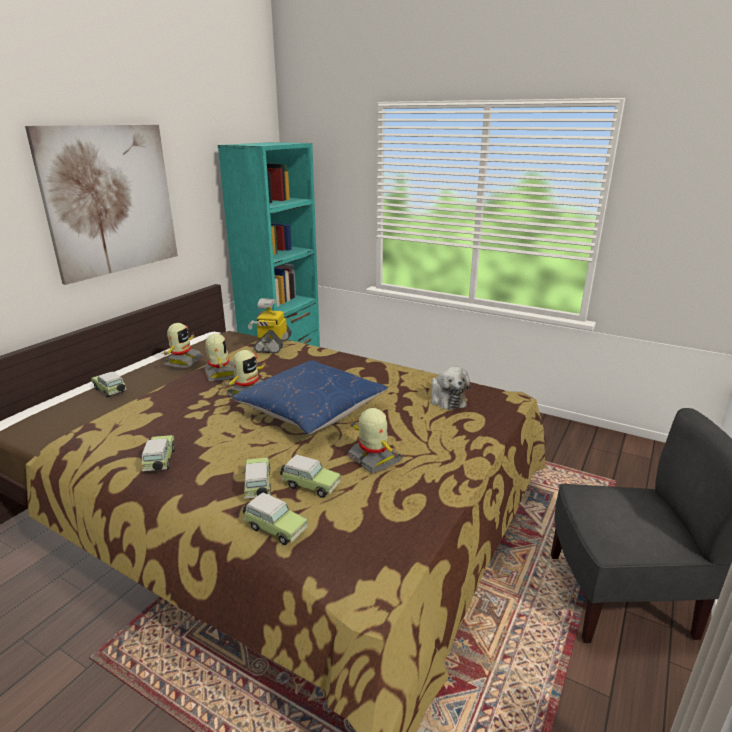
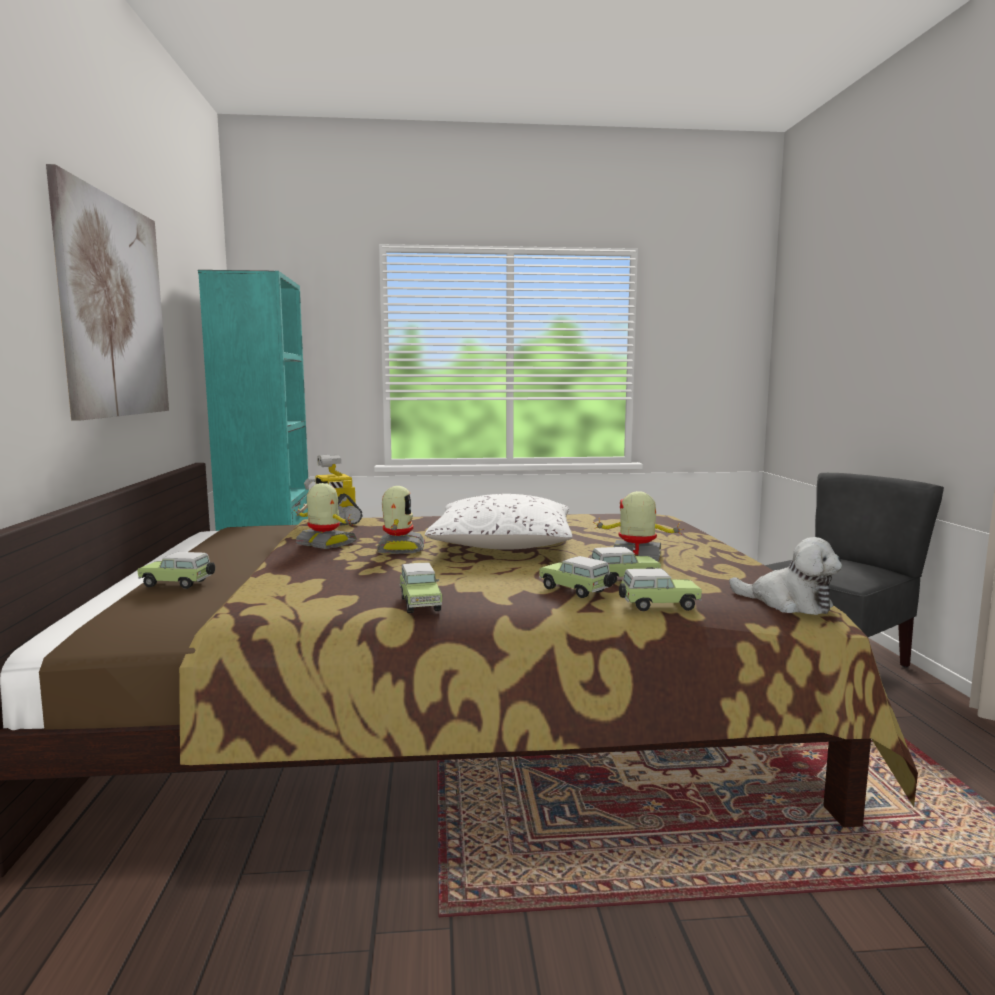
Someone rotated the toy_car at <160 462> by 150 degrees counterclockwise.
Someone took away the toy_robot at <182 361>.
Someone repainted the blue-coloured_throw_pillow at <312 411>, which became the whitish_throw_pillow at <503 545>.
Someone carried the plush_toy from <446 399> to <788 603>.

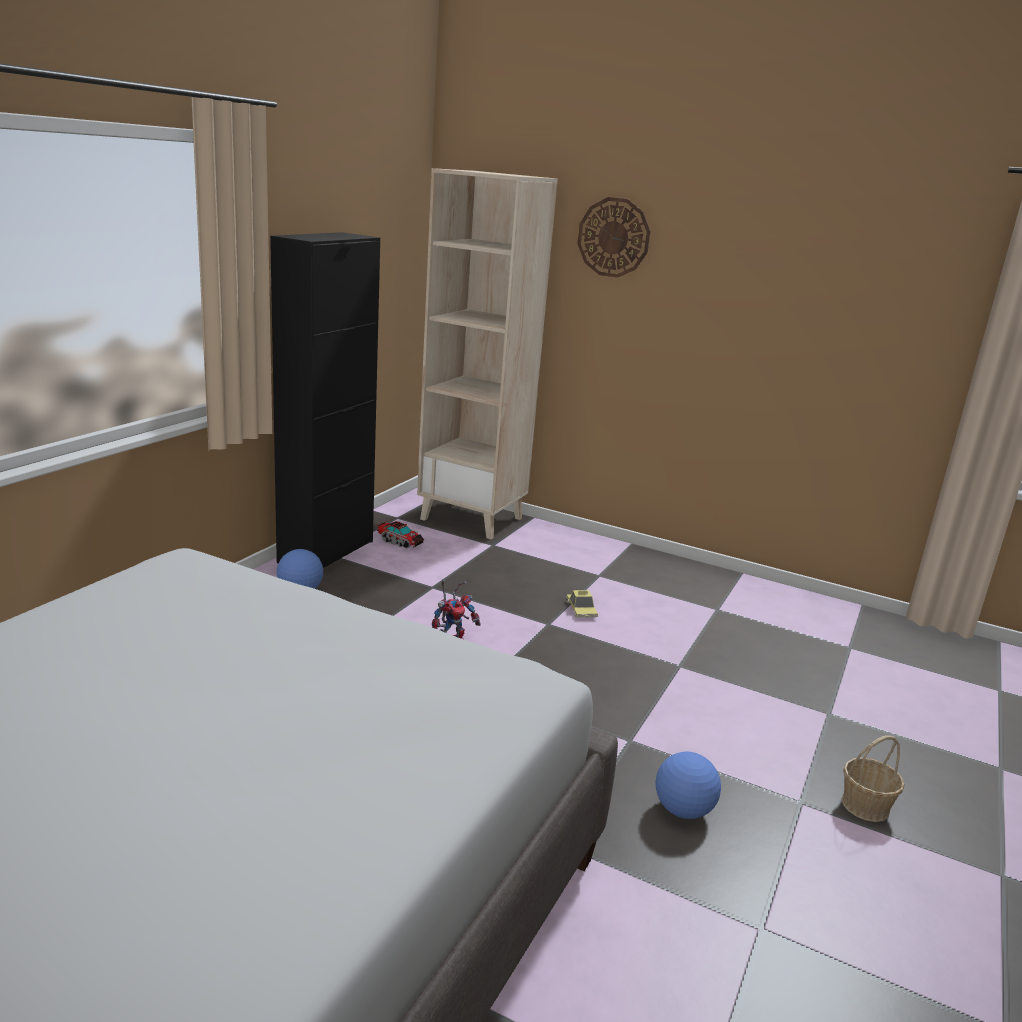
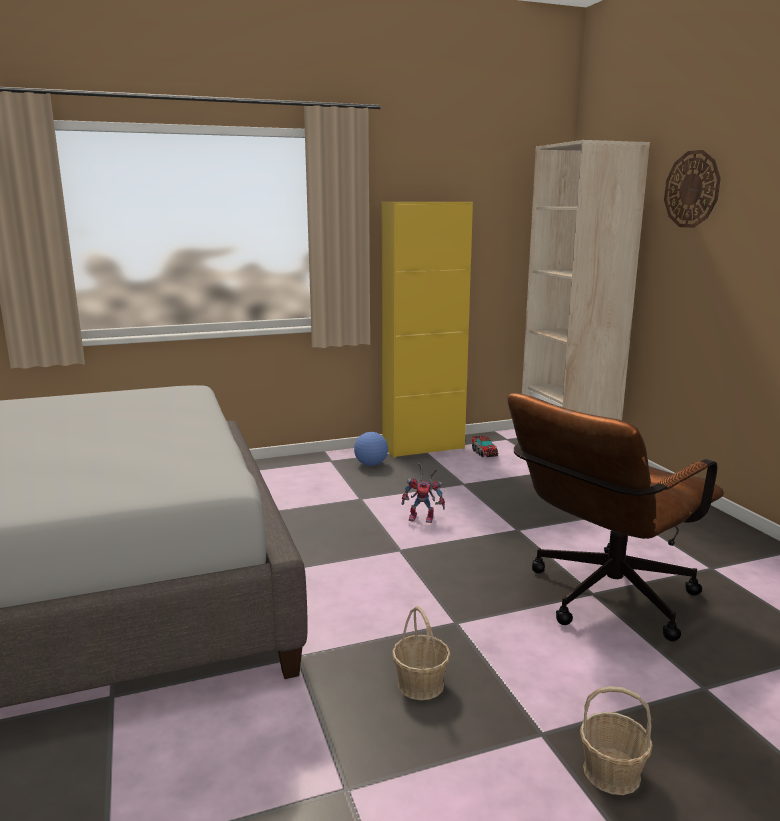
Someone repainted the black_cabinet at <326 552>, which became the yellow-coloured_cabinet at <423 447>.
Someone took away the toy_car at <581 609>.
Someone swapped the football at <683 810> for the storage_basket at <420 684>.
Someone put down the brownish_desk_chair at <602 600>.

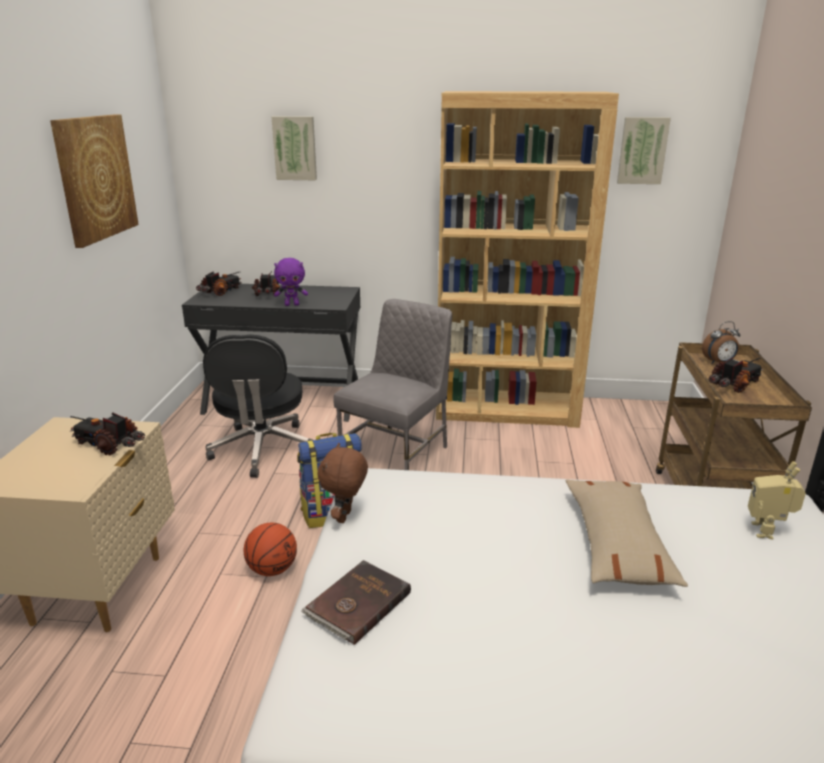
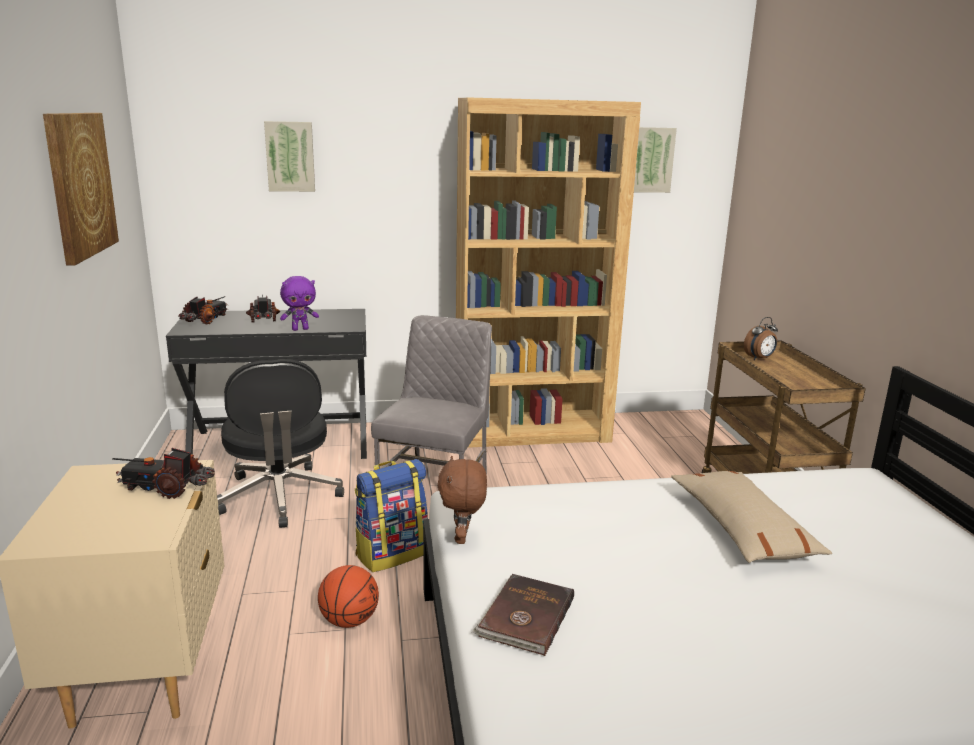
Someone took away the toy_lorry at <734 385>.
Someone took away the toy_robot at <767 531>.

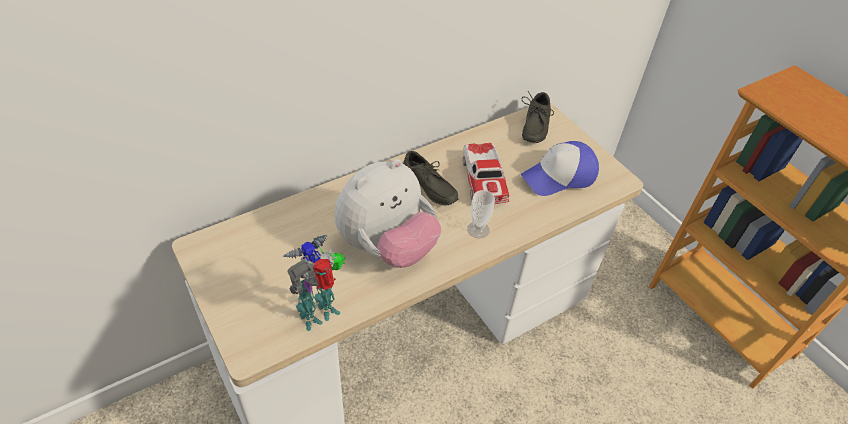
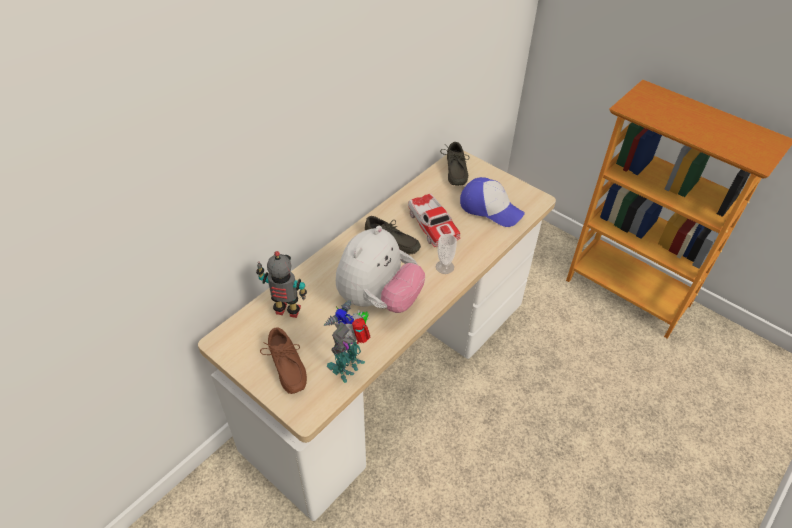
Someone rotated the cap at <559 176> by 105 degrees counterclockwise.
Someone put down the toy_robot at <287 312>.
Someone put down the brownish_shoe at <285 368>.

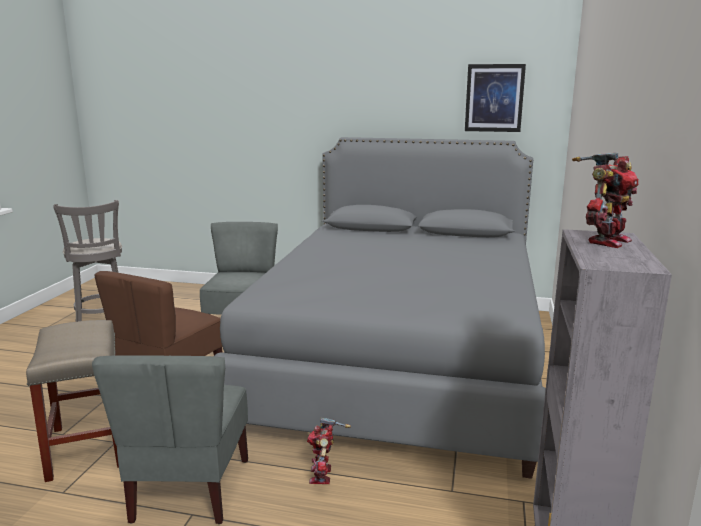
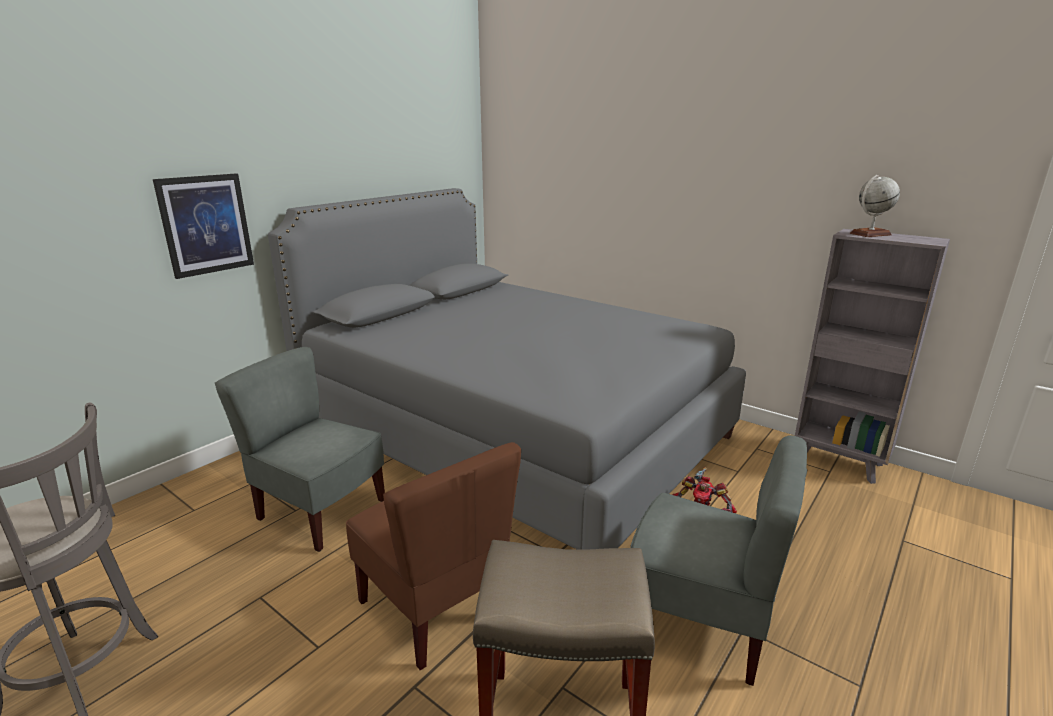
Someone carried the wall_picture from <494 98> to <206 224>.
Someone swapped the toy_robot at <605 241> for the globe at <870 234>.

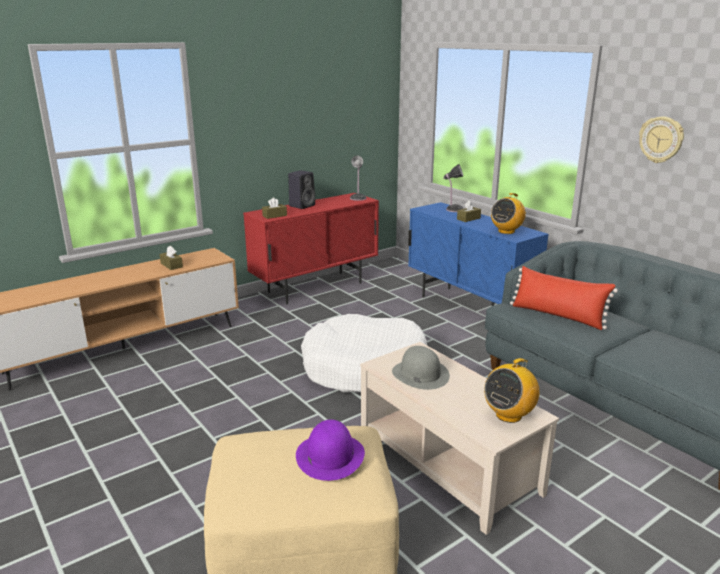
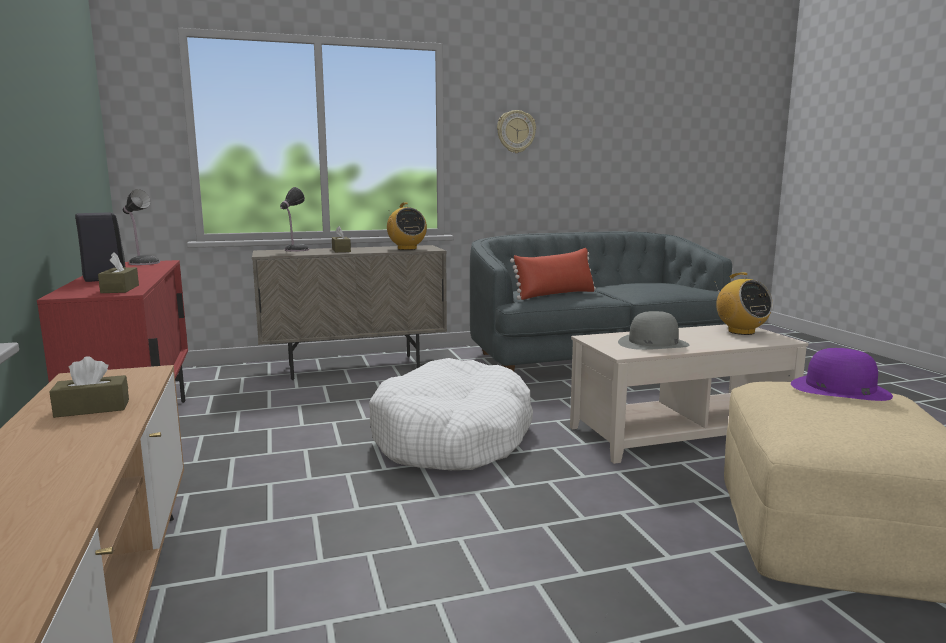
Someone repainted the blue-coloured_cabinet at <468 307>, which became the beige-coloured_cabinet at <354 367>.

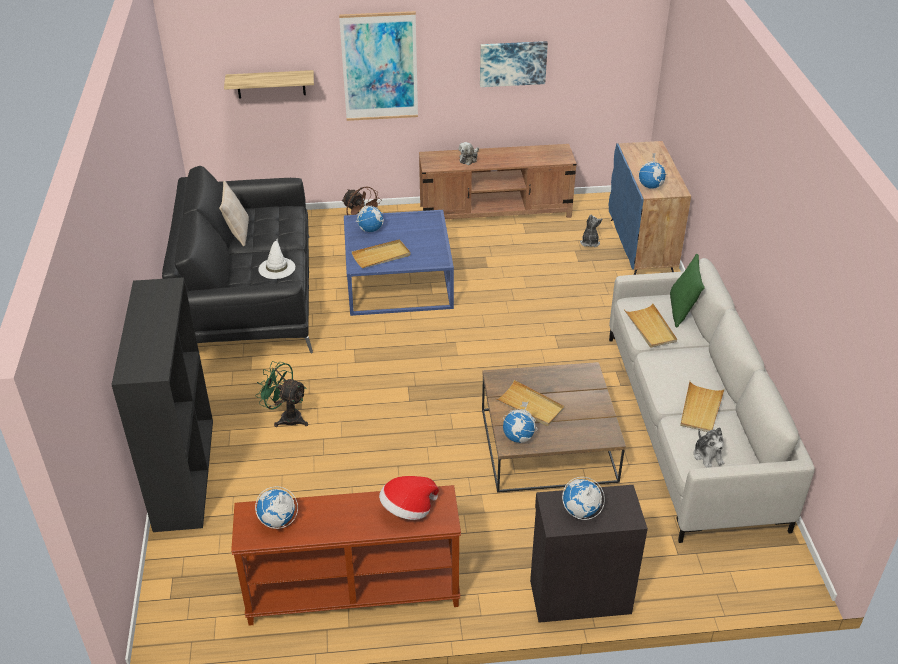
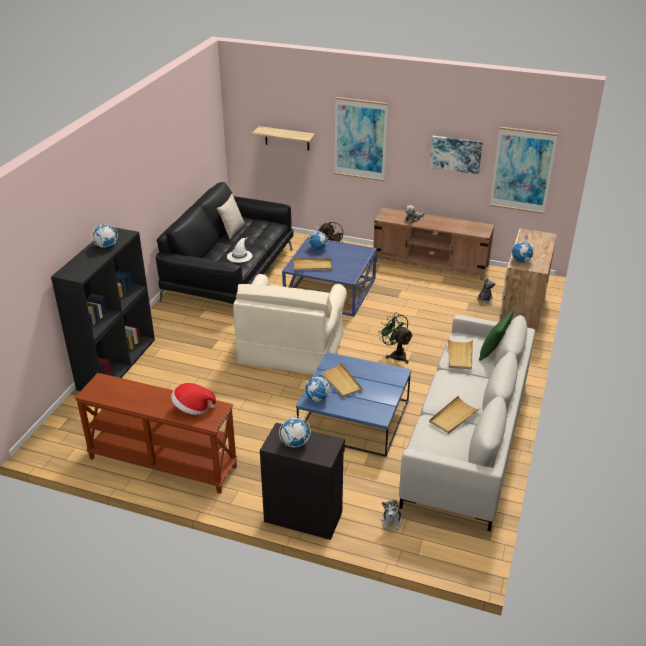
Someone carried the green_fan from <286 417> to <396 354>.
Someone carried the globe from <277 521> to <106 246>.
Someone repainted the brownish_low_table at <549 445>, which became the blue-coloured_low_table at <355 418>.
Someone repainted the blue-coloured_cabinet at <641 246>, which became the beige-coloured_cabinet at <522 312>.
Someone carried the plush_toy from <707 456> to <392 521>.
Someone put down the beige-coloured_easy_chair at <291 347>.
Someone put up the wall_picture at <522 170>.

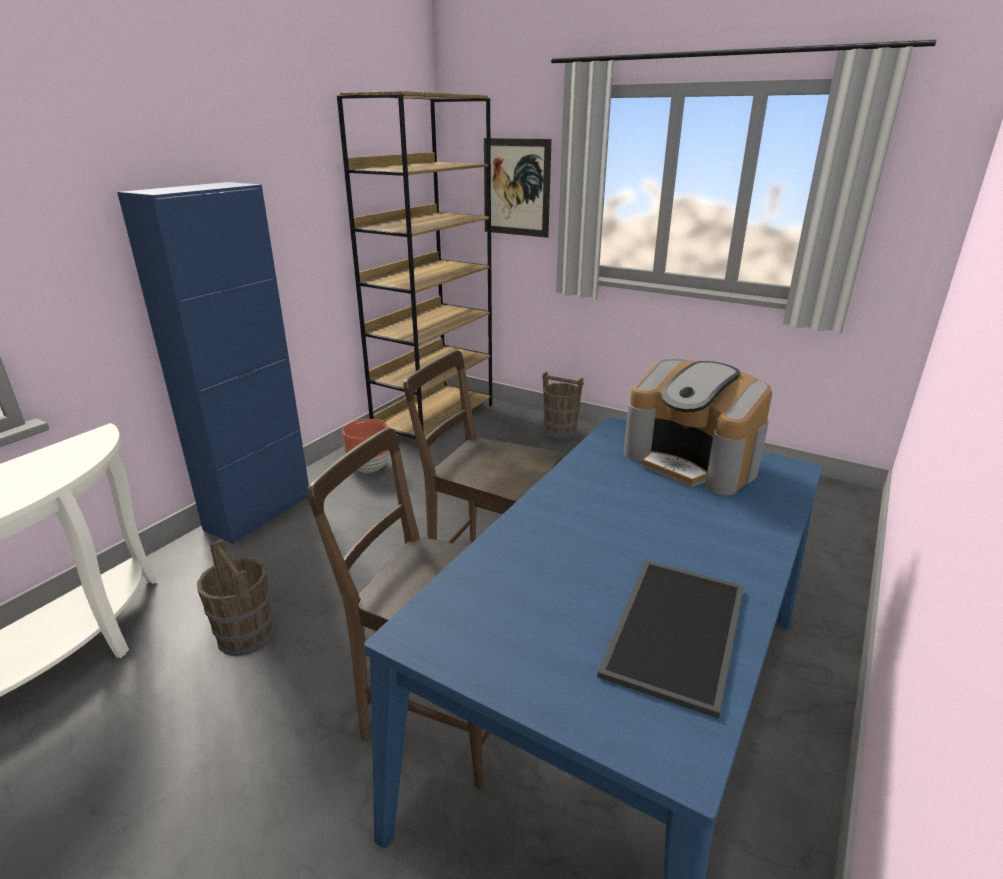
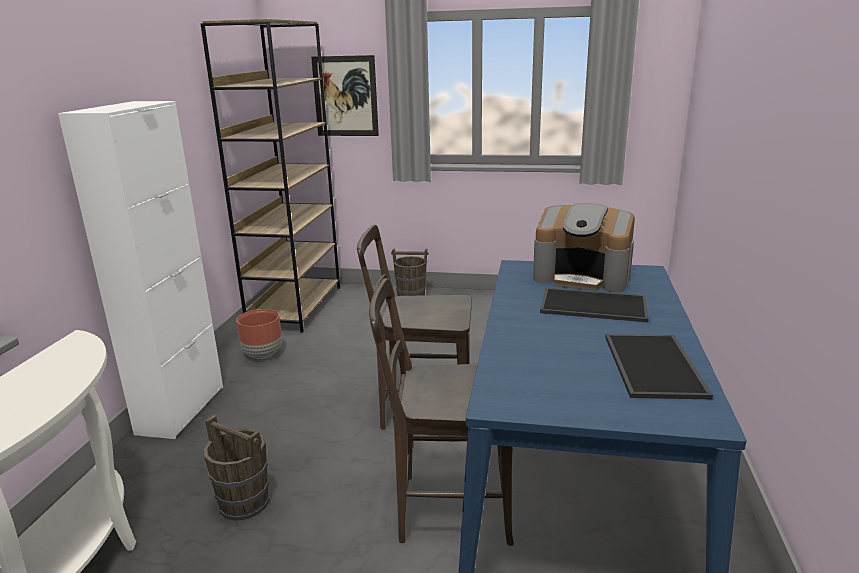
Someone repainted the blue-coloured_cabinet at <259 512>, which became the whitish_cabinet at <181 409>.
Someone put down the serving_tray at <594 305>.

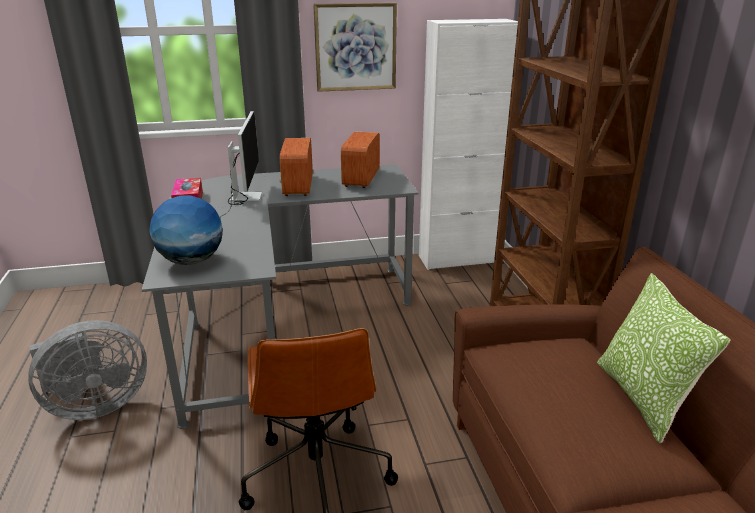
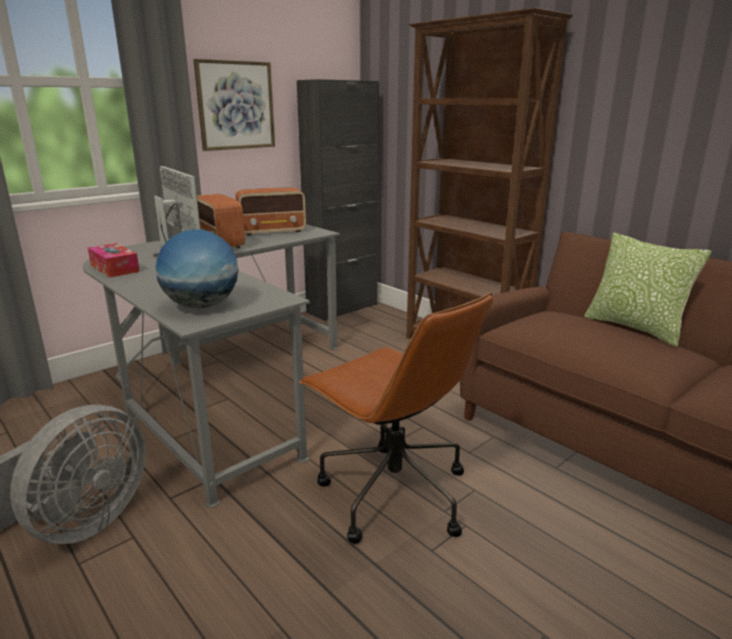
Someone rotated the radio at <361 178> by 90 degrees counterclockwise.
Someone repainted the whitish_cabinet at <457 259>, which became the black_cabinet at <342 308>.

